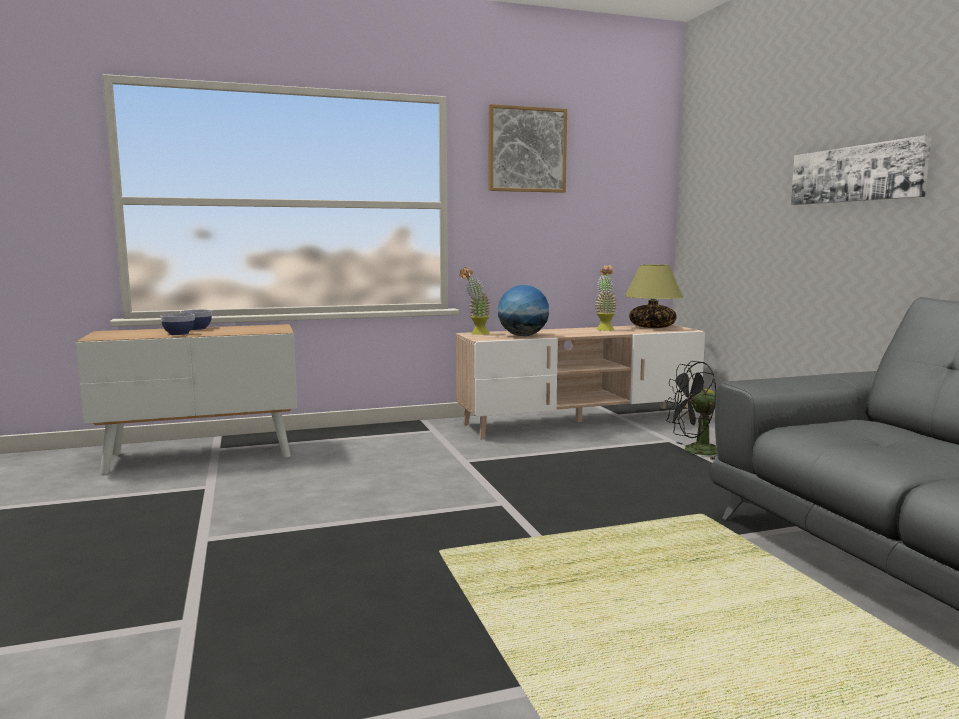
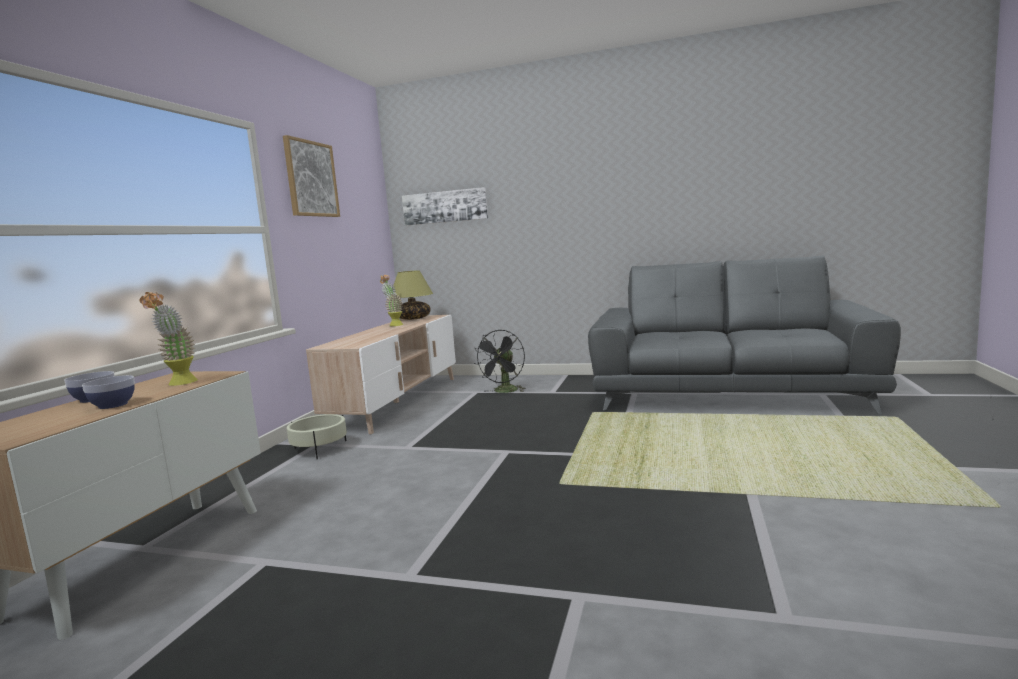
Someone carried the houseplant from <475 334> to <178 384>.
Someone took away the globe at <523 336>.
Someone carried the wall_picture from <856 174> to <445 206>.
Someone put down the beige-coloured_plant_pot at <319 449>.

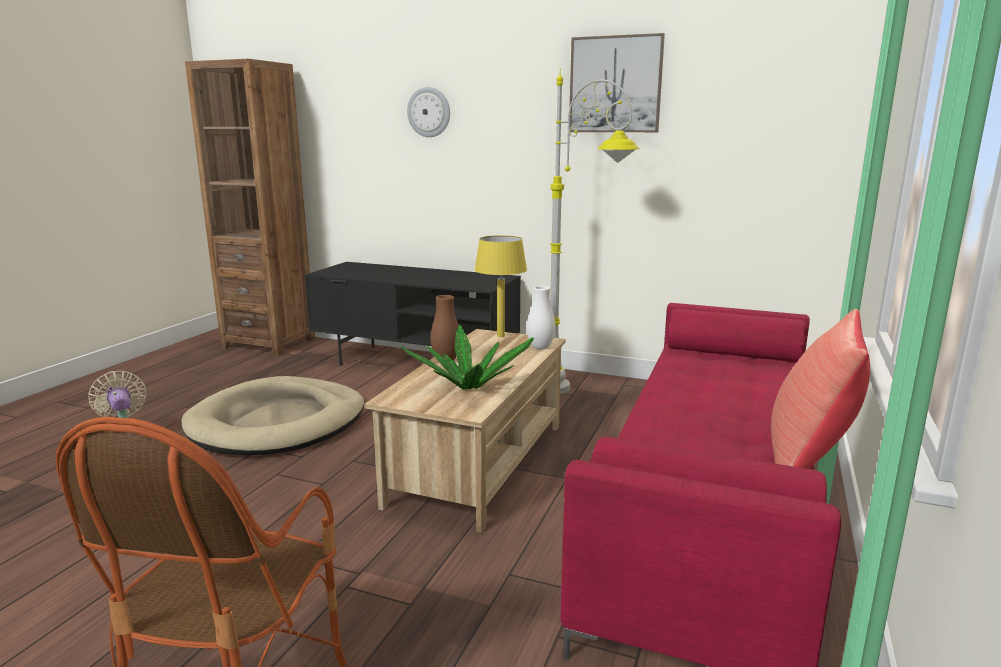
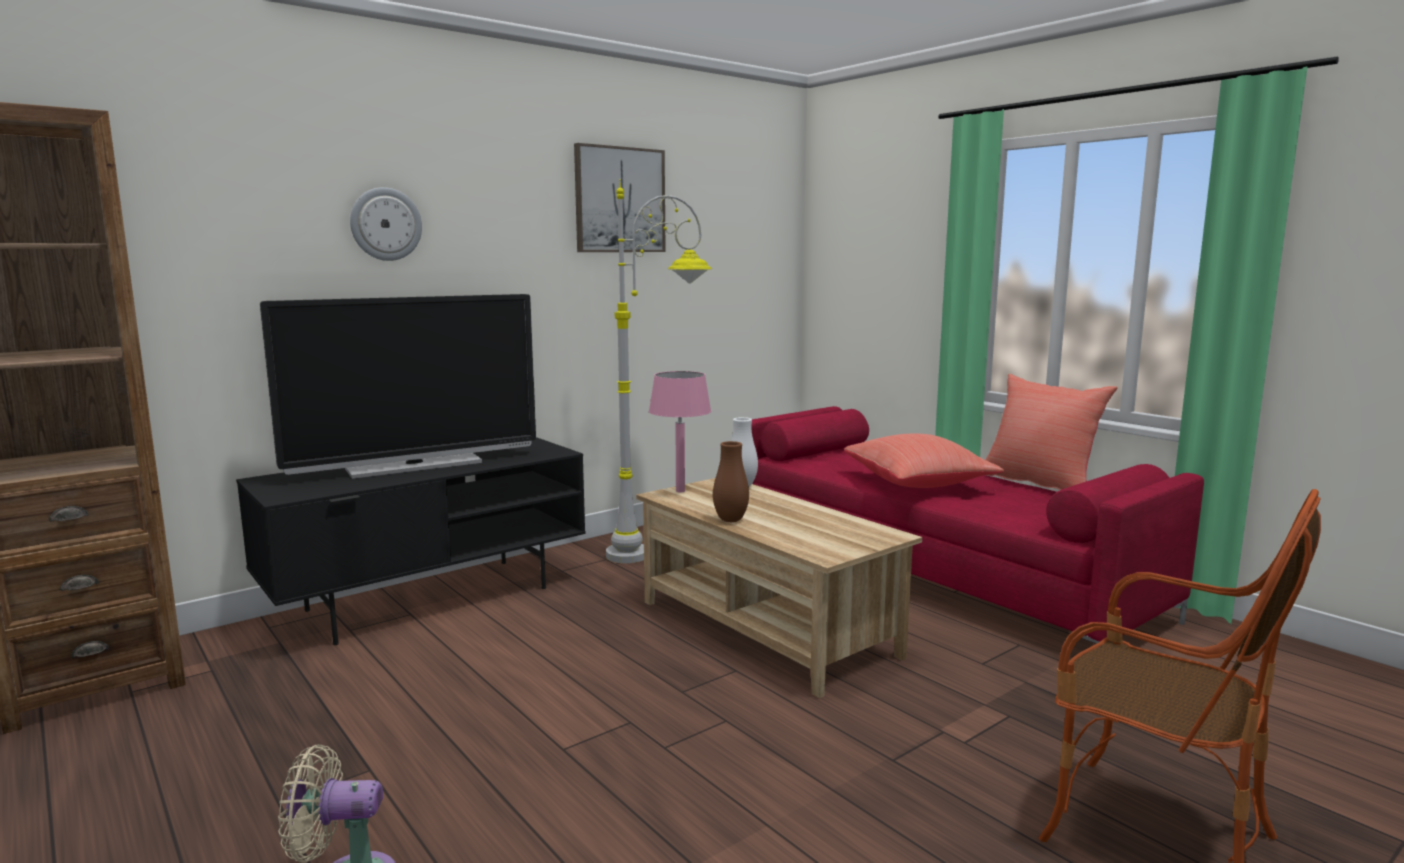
Someone took away the beige-coloured_pet_bed at <278 423>.
Someone took away the houseplant at <469 387>.
Someone repainted the yellow-coloured_lamp_for_a_table at <501 336>, which became the pinkish_lamp_for_a_table at <680 491>.
Someone put down the TV_set at <414 466>.
Someone put down the red-coloured_throw_pillow at <919 484>.

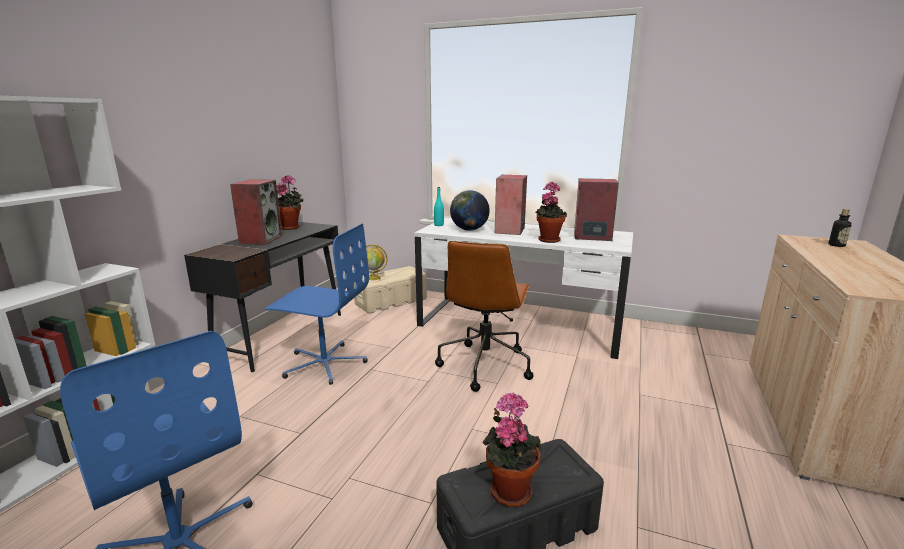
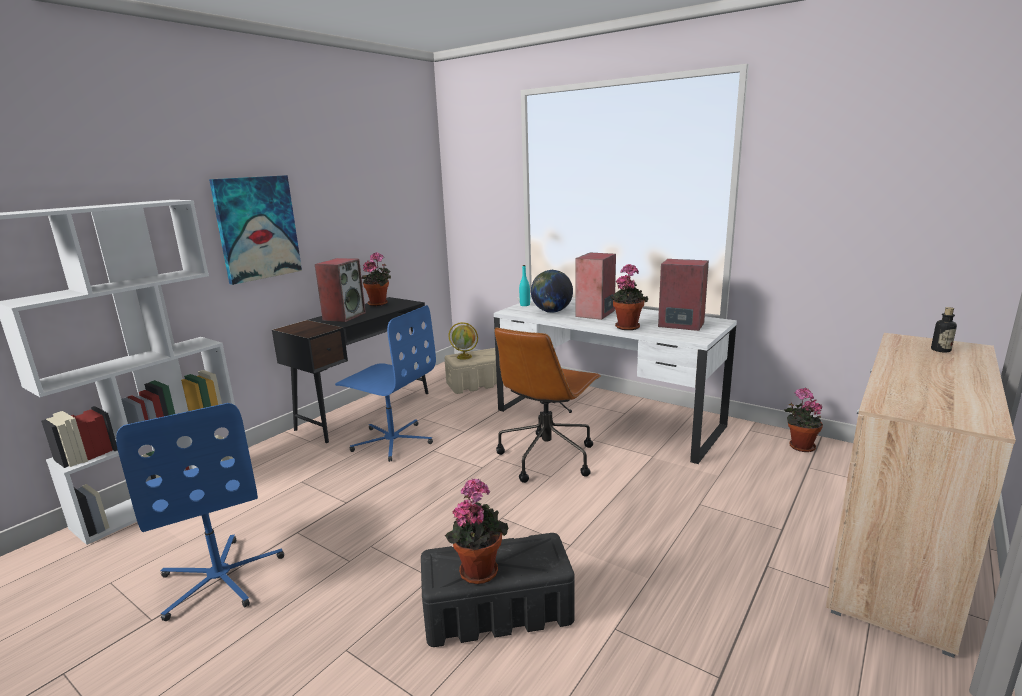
Someone put up the wall_picture at <257 228>.
Someone put down the houseplant at <799 446>.

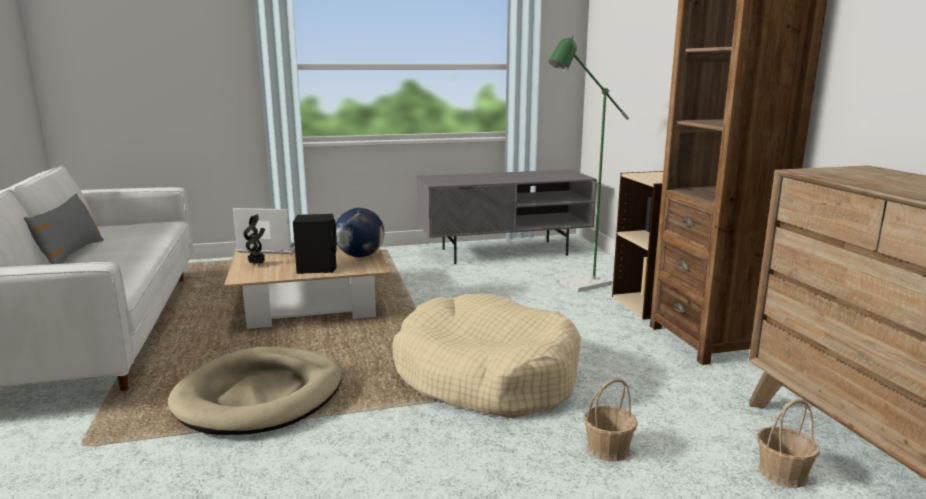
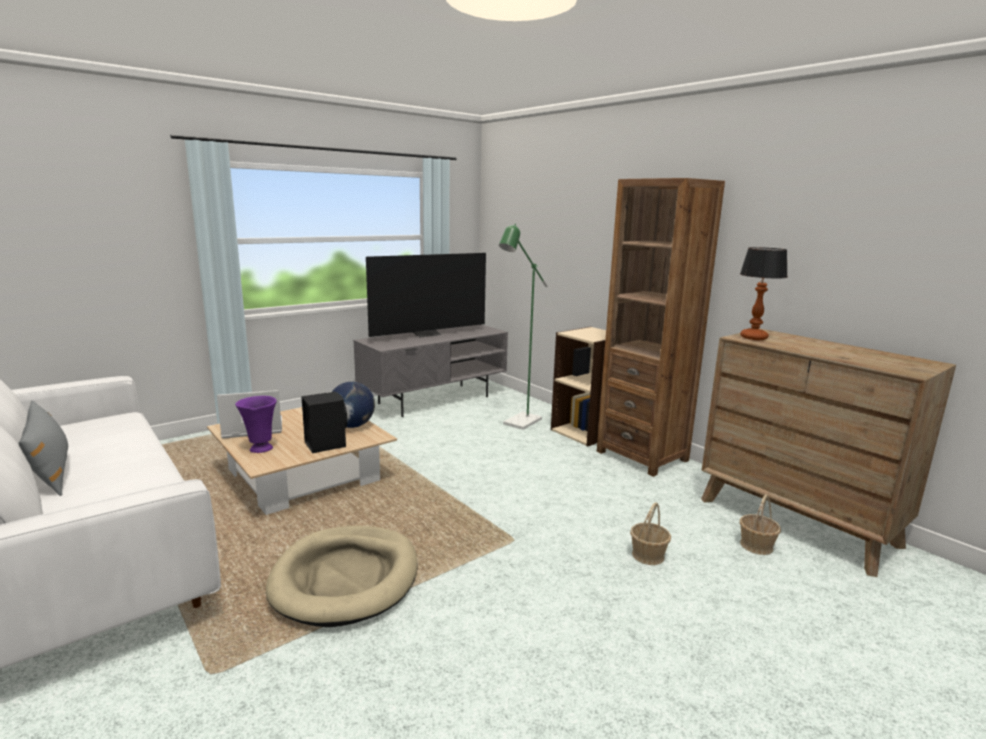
Someone swapped the houseplant at <257 264> for the purple-coloured_vase at <260 449>.
Someone took away the beige-coloured_pet_bed at <486 375>.
Someone put down the TV_set at <427 334>.
Someone put down the lamp_for_a_table at <754 338>.

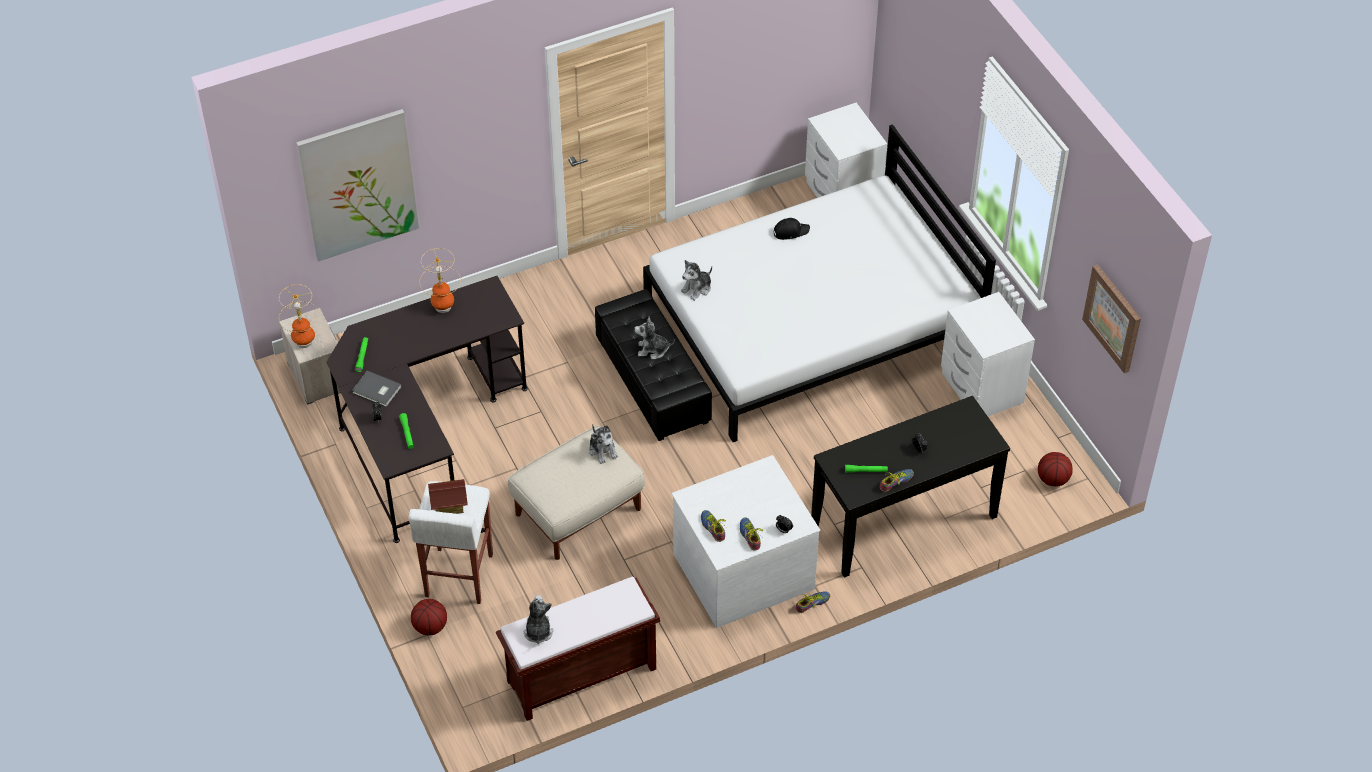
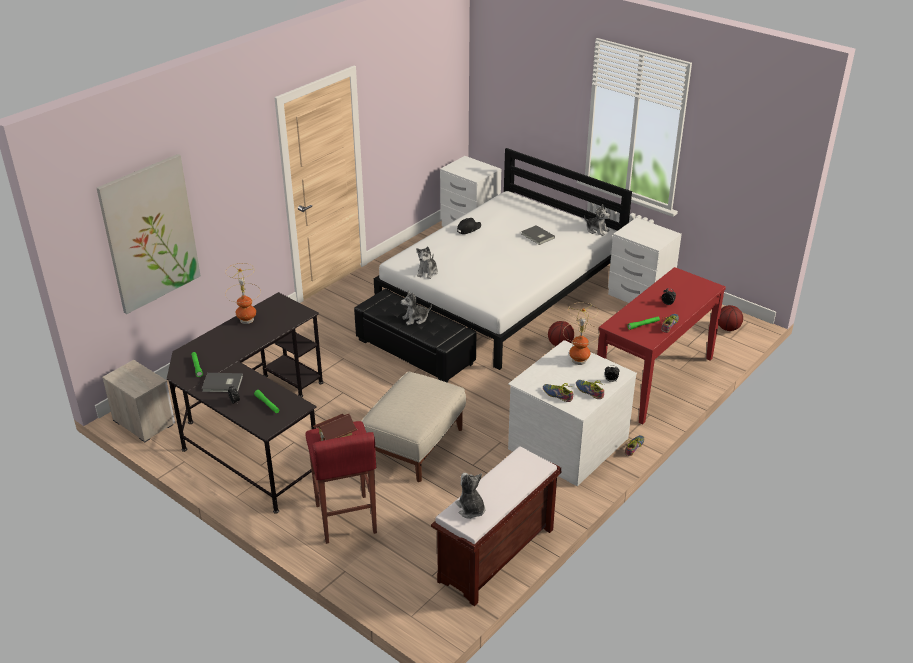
Someone carried the lamp_for_a_table from <304 342> to <579 360>.
Someone repainted the whitish_sitting_stool at <458 576>, which became the red-coloured_sitting_stool at <345 519>.
Someone carried the basketball_ball from <430 627> to <560 344>.
Someone carried the plush_toy from <603 450> to <597 230>.
Someone repainted the black_hall_table at <904 521>, which became the red-coloured_hall_table at <654 379>.
Someone took away the wall_picture at <1113 318>.
Someone put down the gray_book at <537 236>.

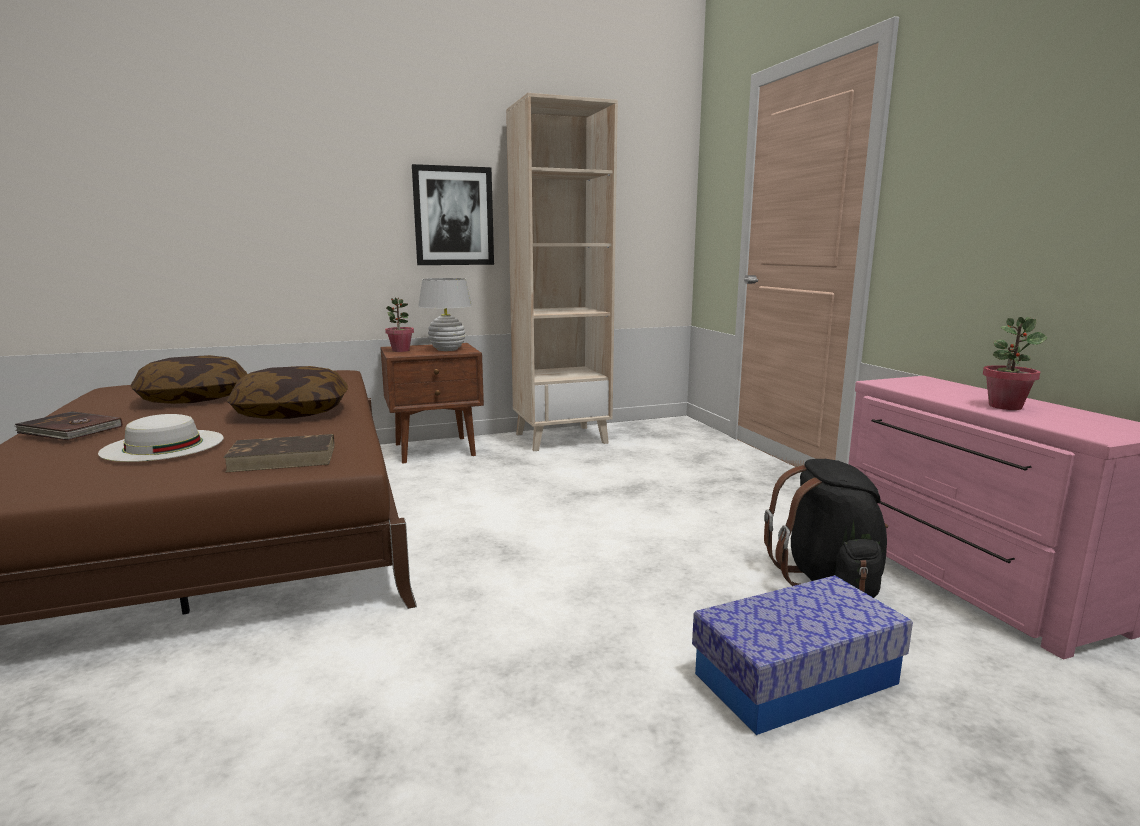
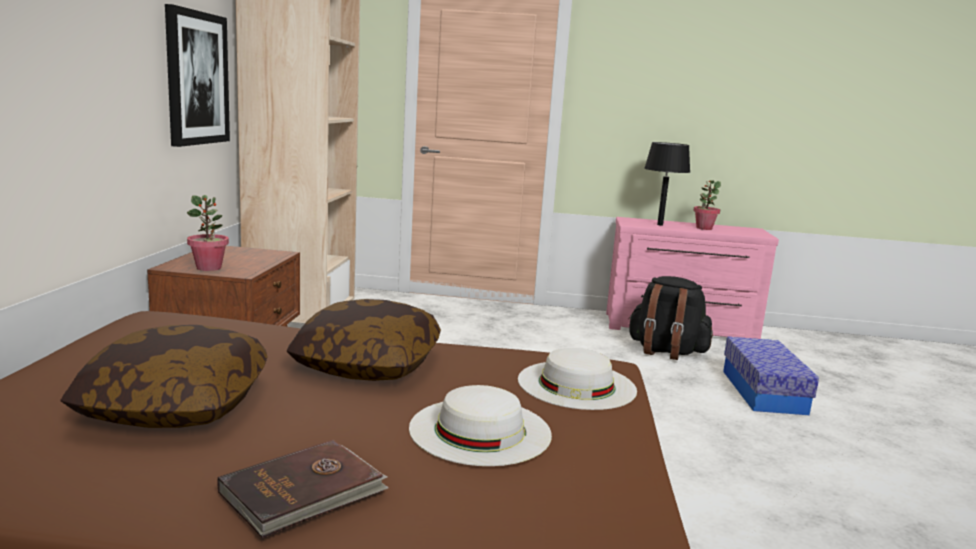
Someone swapped the brownish_book at <284 458> for the whitish_clothing_hat at <576 384>.
Someone took away the whitish_lamp_for_a_table at <447 349>.
Someone put down the black_lamp_for_a_table at <660 225>.

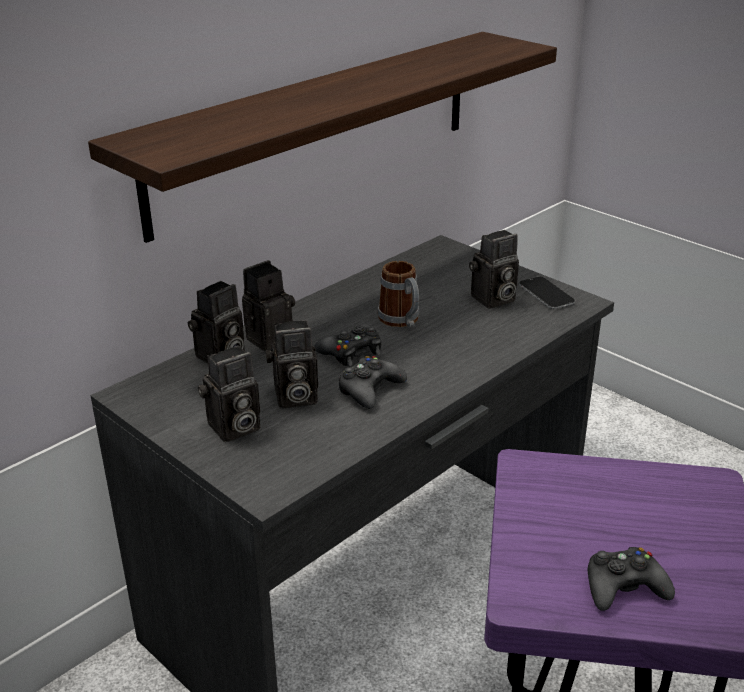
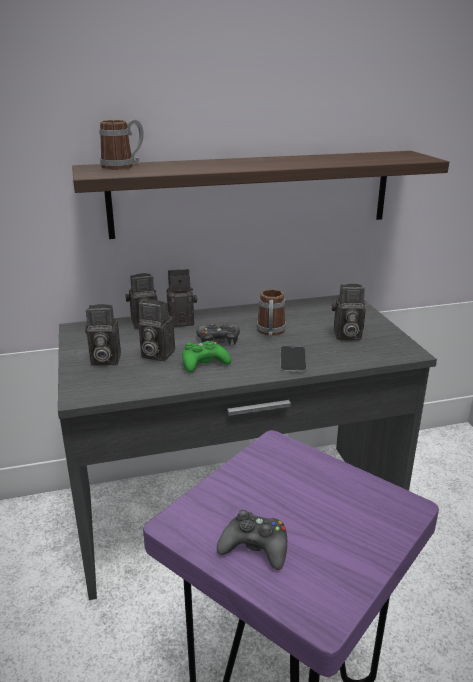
Someone repainted the black_game_controller at <370 390>, which became the green_game_controller at <204 363>.
Someone carried the handset from <546 294> to <292 360>.
Someone put down the mug at <123 166>.

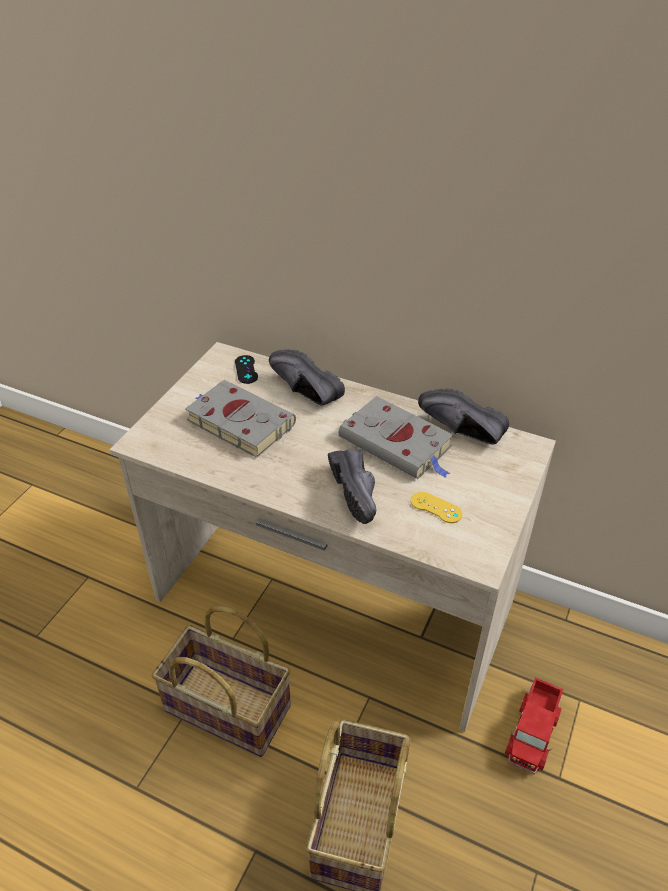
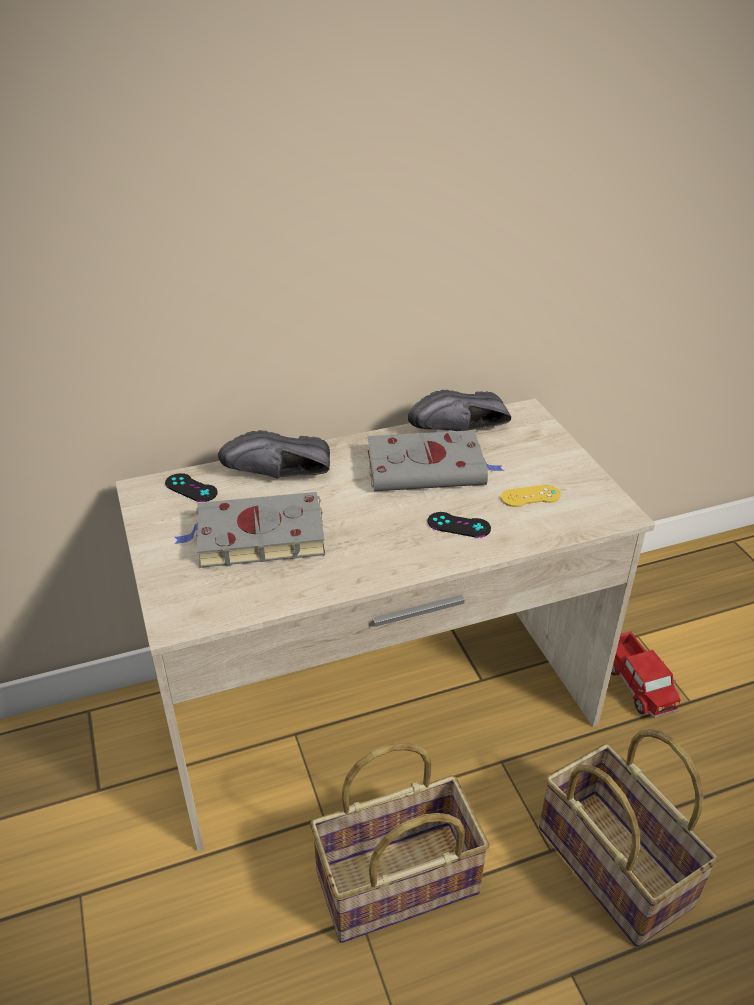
Someone swapped the black_shoe at <359 494> for the black_game_controller at <459 525>.

